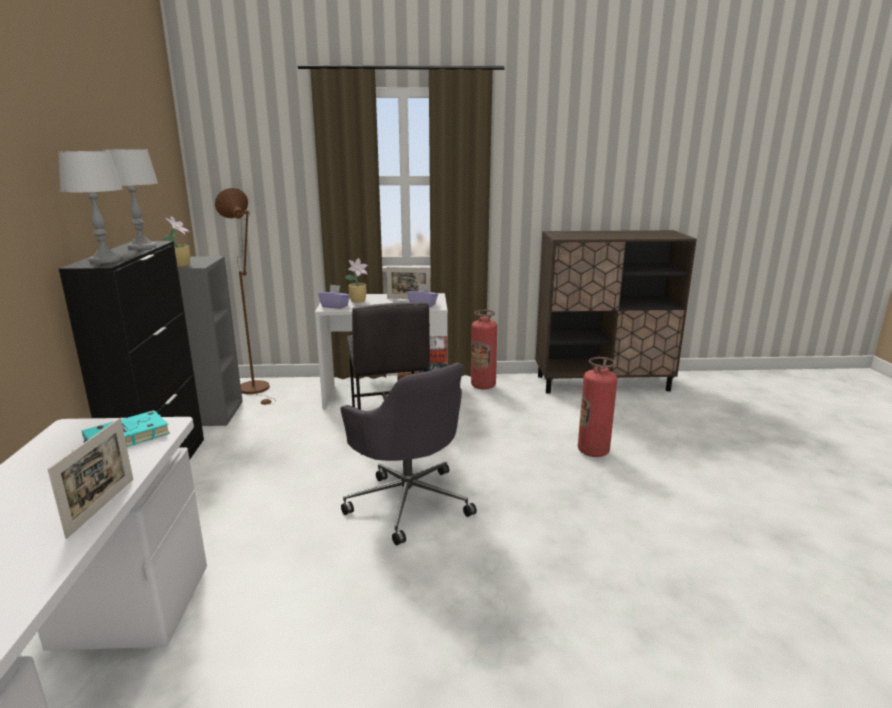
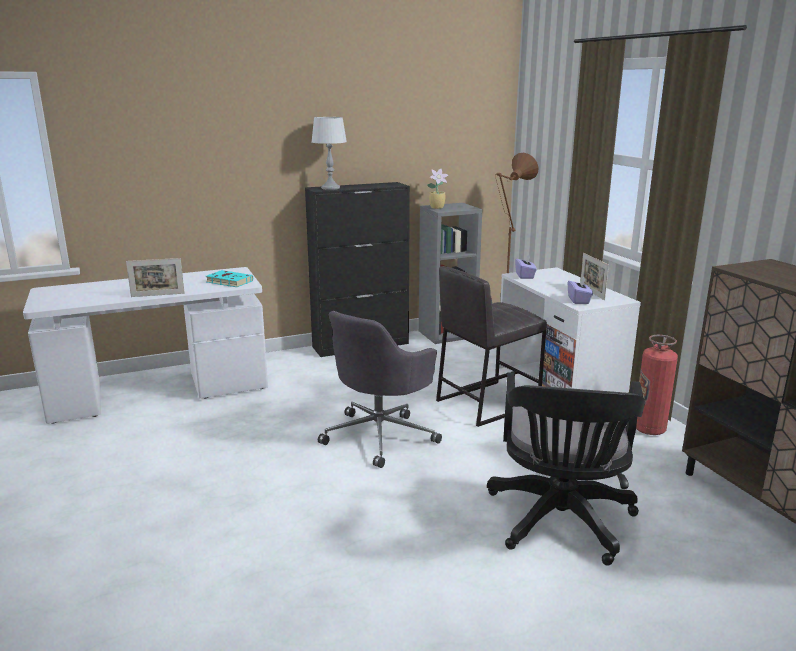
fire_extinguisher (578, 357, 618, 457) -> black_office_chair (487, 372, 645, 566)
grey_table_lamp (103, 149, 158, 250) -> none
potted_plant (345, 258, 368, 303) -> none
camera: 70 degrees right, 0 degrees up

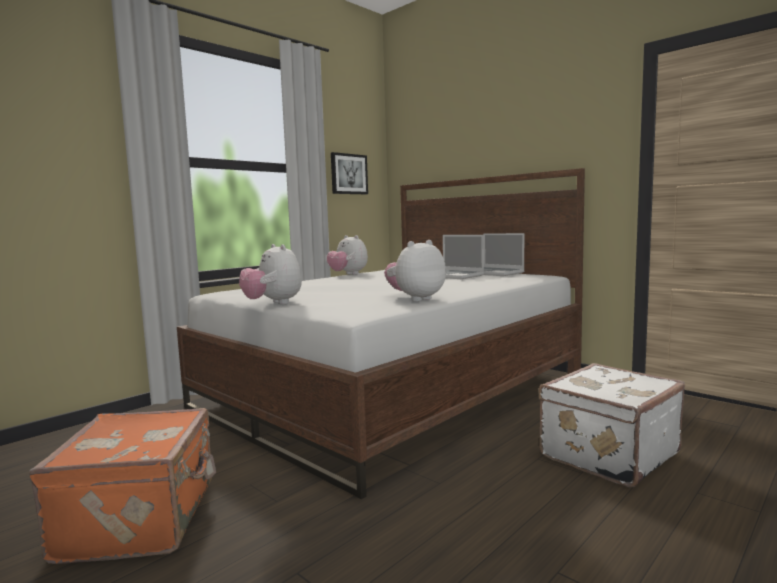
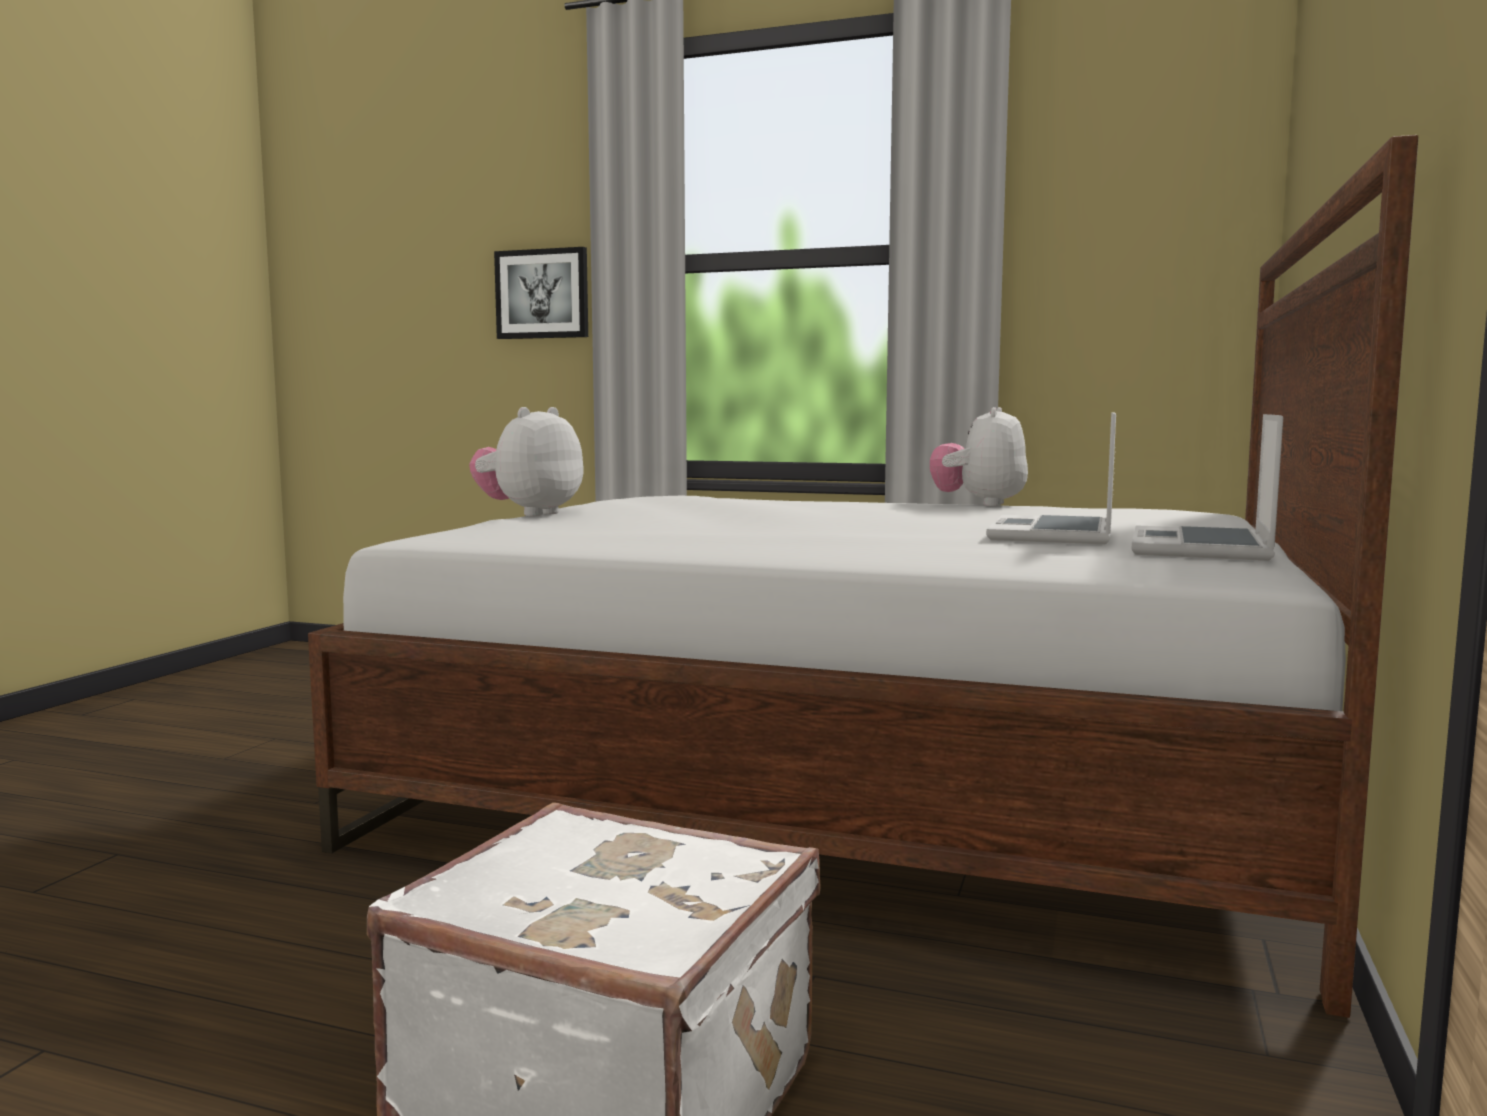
picture (331, 152, 368, 194) -> picture (494, 247, 588, 339), moved
orange_suitcase (29, 408, 216, 564) -> none
plush_toy (384, 240, 446, 302) -> none
camera: 65 degrees right, 0 degrees up

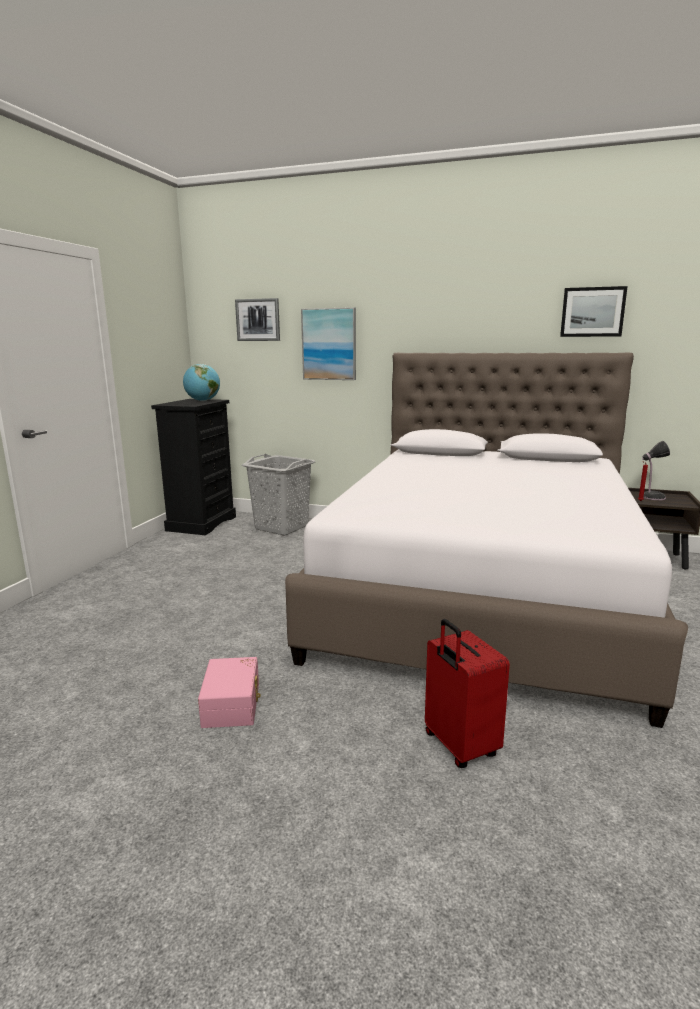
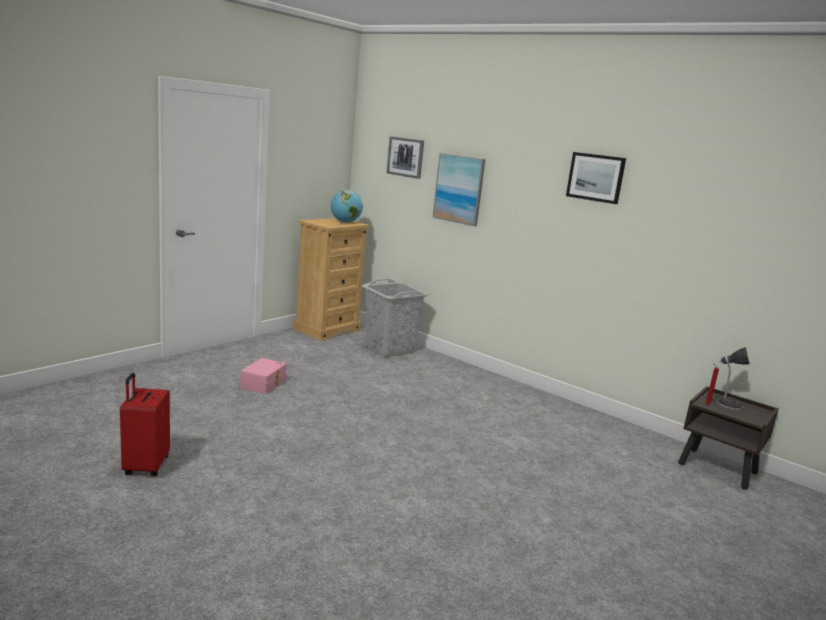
red_suitcase (425, 619, 510, 768) -> red_suitcase (120, 373, 170, 476), moved
pink_storage_box (198, 657, 261, 728) -> pink_storage_box (240, 358, 286, 394), moved
black_dresser (151, 399, 236, 535) -> beige_dresser (293, 218, 370, 341)
picture (560, 286, 628, 337) -> picture (566, 152, 626, 204), moved
white_bed (285, 353, 688, 728) -> none
camera: 20 degrees right, 0 degrees up

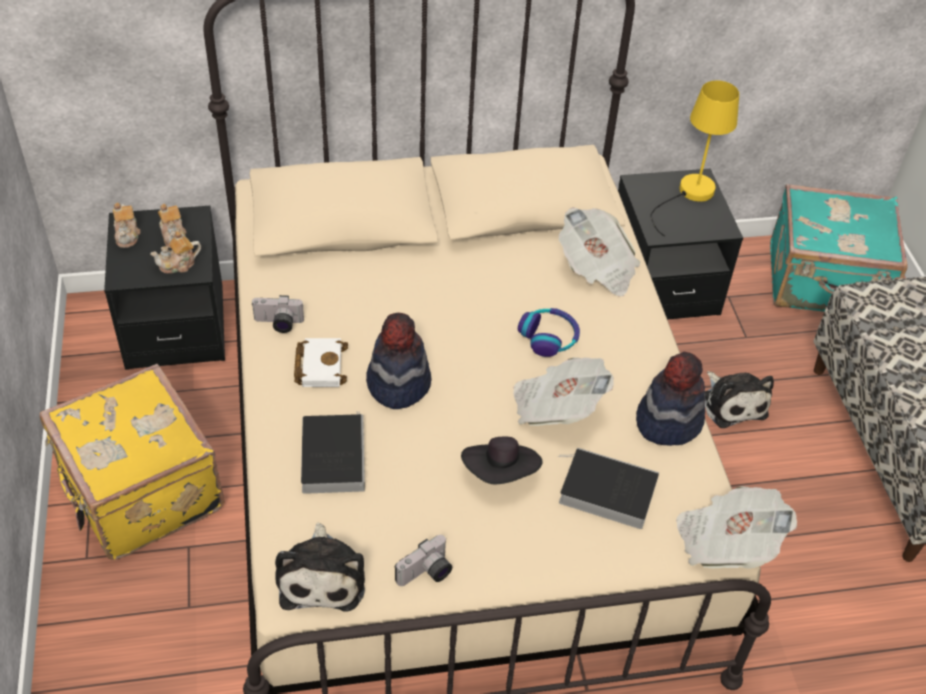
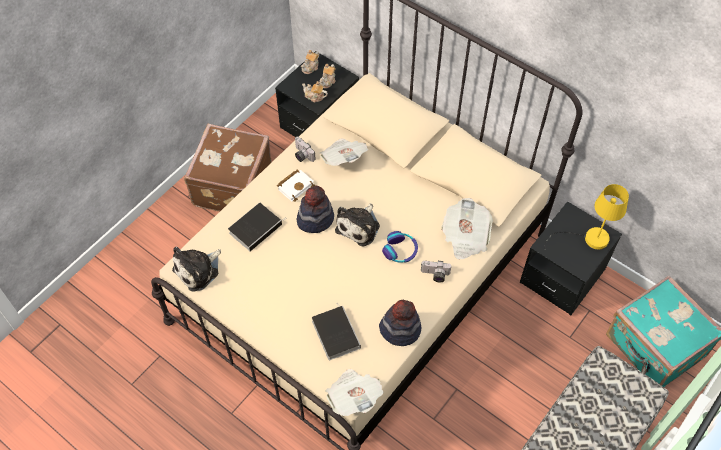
yellow_suitcase (40, 364, 225, 560) -> brown_suitcase (184, 124, 272, 212)
newspaper (513, 357, 614, 426) -> newspaper (320, 138, 368, 166), moved
plush_toy (704, 371, 774, 428) -> plush_toy (335, 203, 380, 247), moved
photo_camera (395, 535, 452, 586) -> photo_camera (421, 261, 451, 282), moved
black_hat (461, 437, 543, 484) -> none
camera: 50 degrees right, 10 degrees up

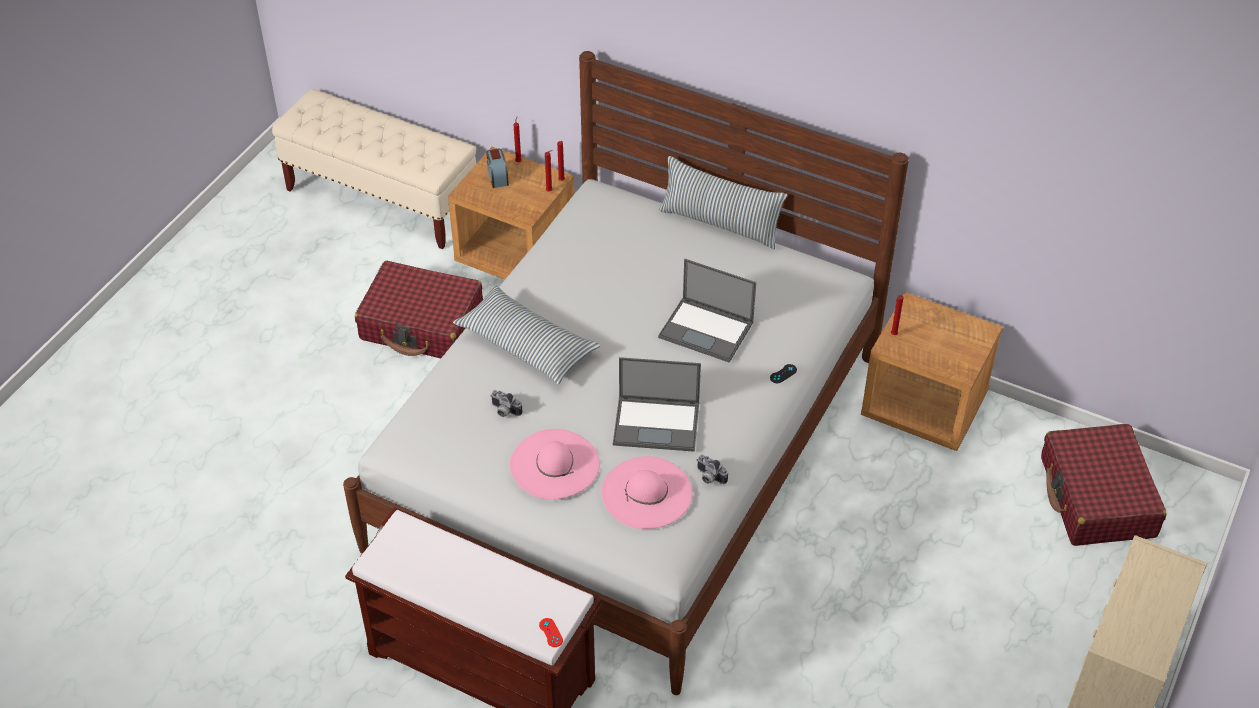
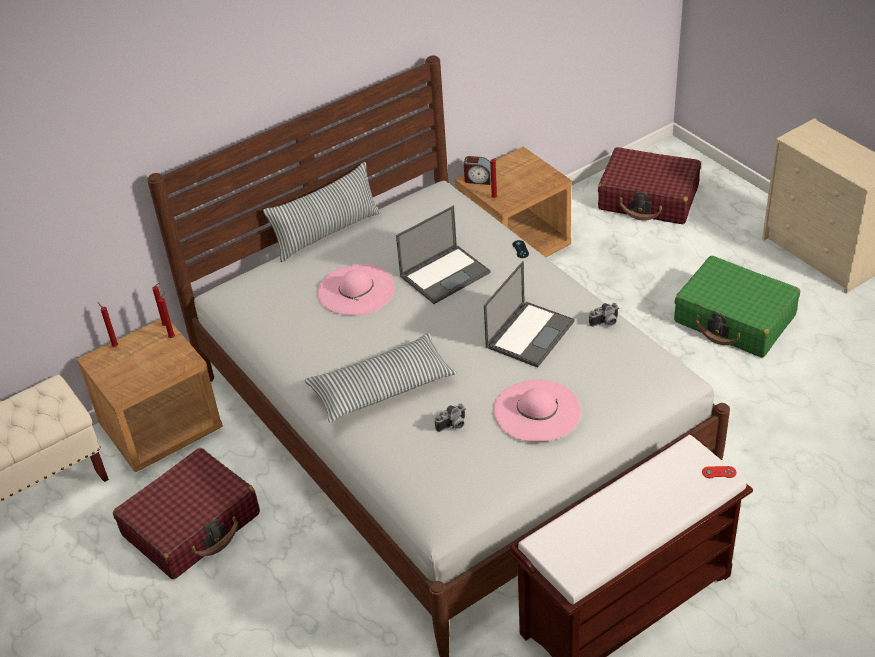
pink_hat (601, 456, 693, 529) -> pink_hat (318, 264, 395, 315), moved
alarm_clock (486, 149, 509, 188) -> alarm_clock (464, 156, 491, 185), moved
none -> green_suitcase (674, 256, 800, 357)
camera: 60 degrees left, 5 degrees down

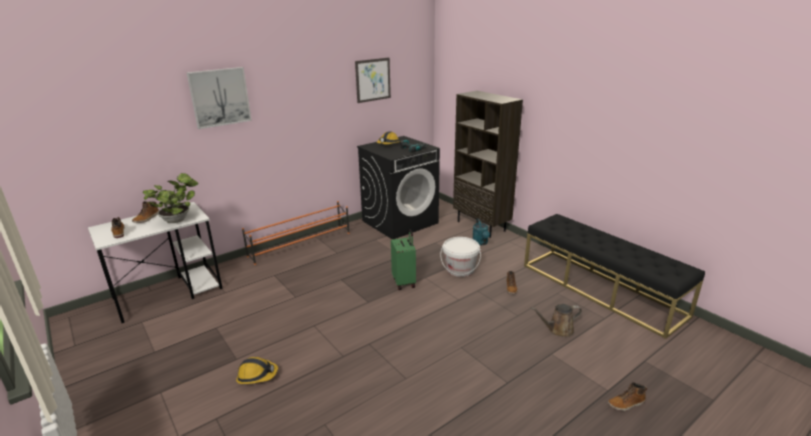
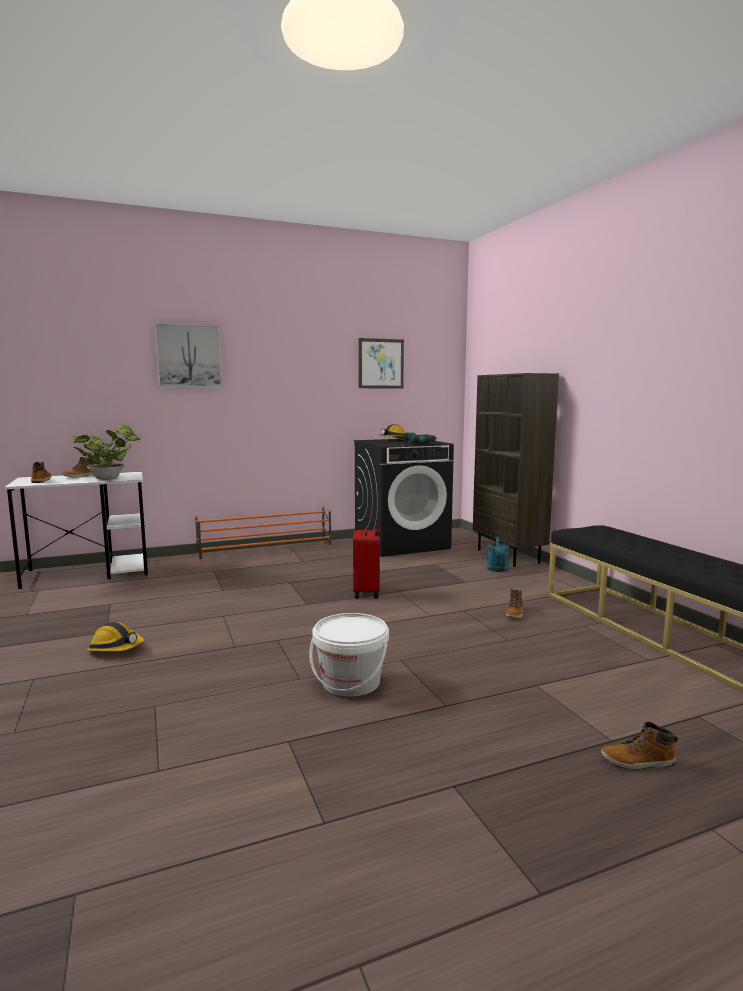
white_bucket (440, 237, 481, 277) -> white_bucket (309, 613, 389, 697), moved
green_suitcase (391, 229, 416, 290) -> red_suitcase (353, 516, 380, 599)
brown_watering_can (531, 304, 582, 337) -> none
camera: 15 degrees right, 15 degrees down

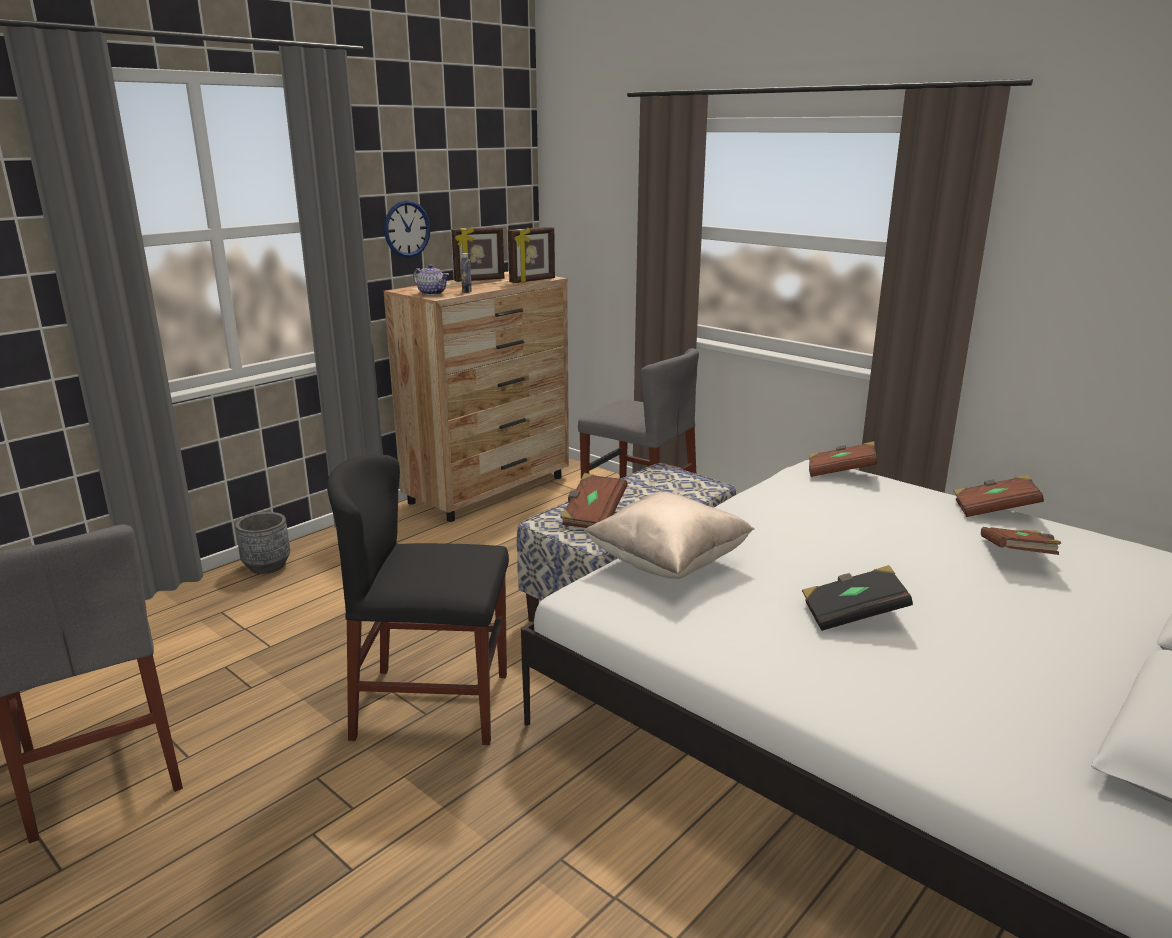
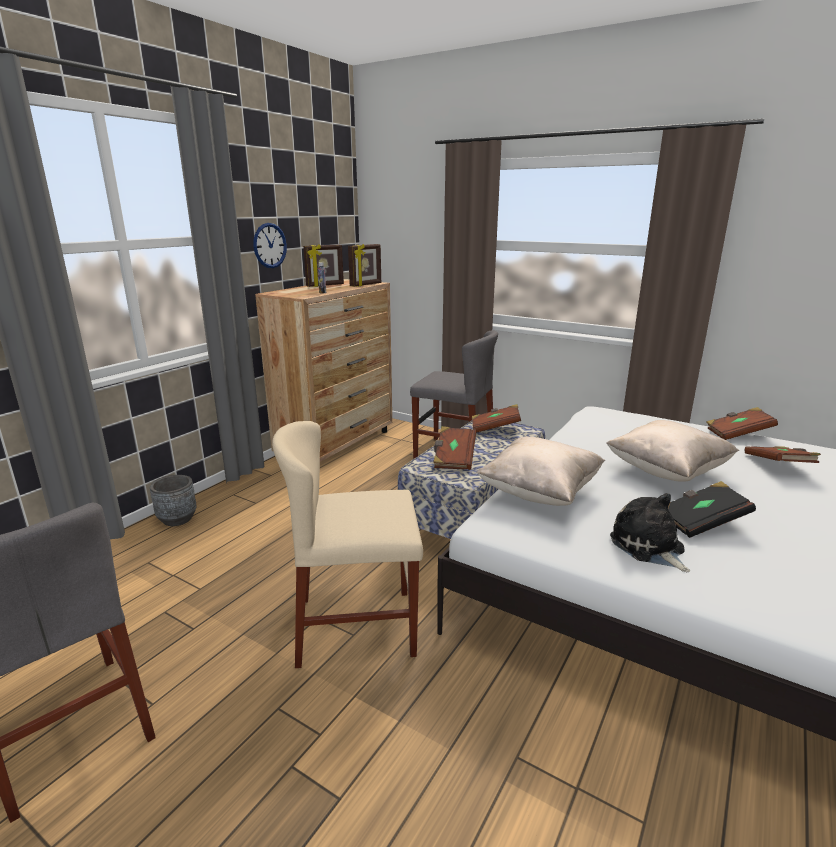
black_chair (327, 454, 509, 745) -> beige_chair (272, 421, 423, 668)
brown_book (809, 441, 878, 477) -> brown_book (472, 404, 521, 433), moved
none -> beige_pillow (606, 420, 739, 482)
none -> plush_toy (610, 493, 690, 572)
teapot (413, 264, 449, 295) -> none
camera: 10 degrees left, 0 degrees up

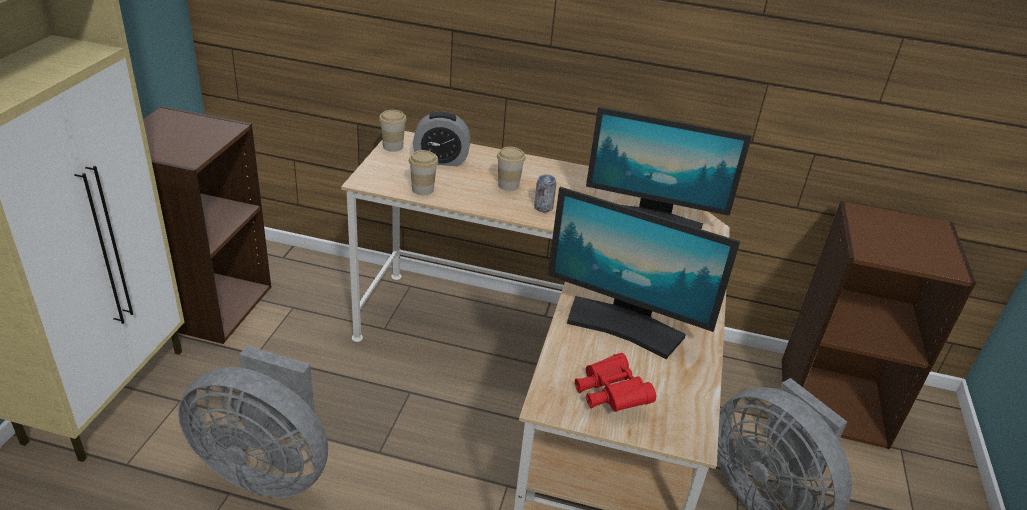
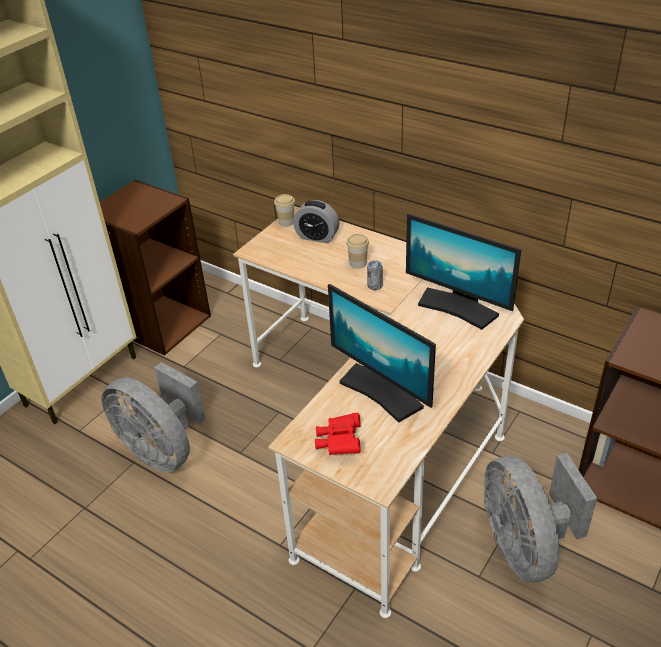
cup (409, 150, 438, 195) -> none
camera: 25 degrees right, 5 degrees up

